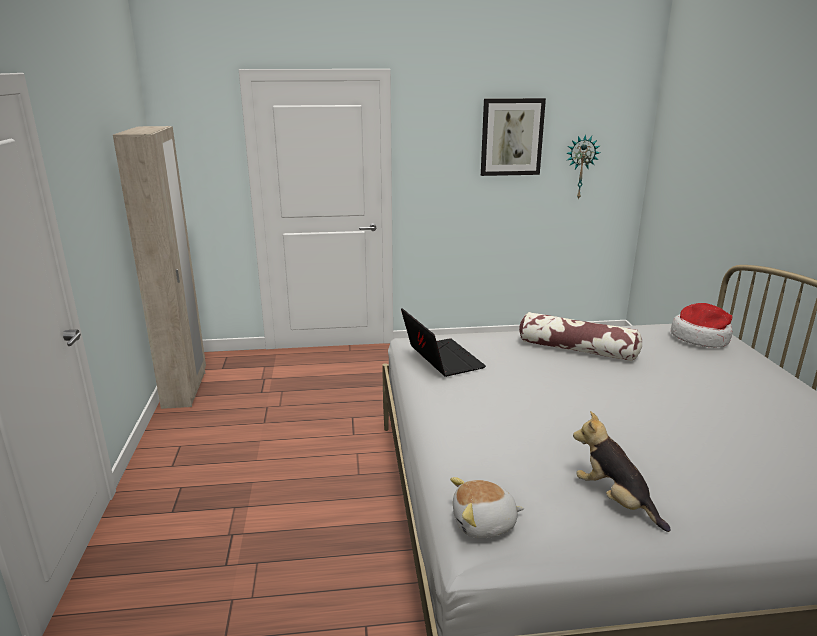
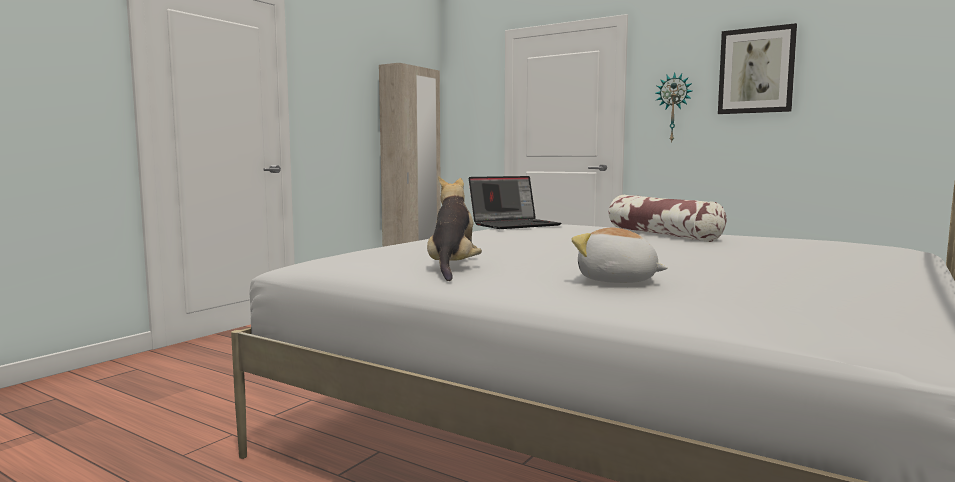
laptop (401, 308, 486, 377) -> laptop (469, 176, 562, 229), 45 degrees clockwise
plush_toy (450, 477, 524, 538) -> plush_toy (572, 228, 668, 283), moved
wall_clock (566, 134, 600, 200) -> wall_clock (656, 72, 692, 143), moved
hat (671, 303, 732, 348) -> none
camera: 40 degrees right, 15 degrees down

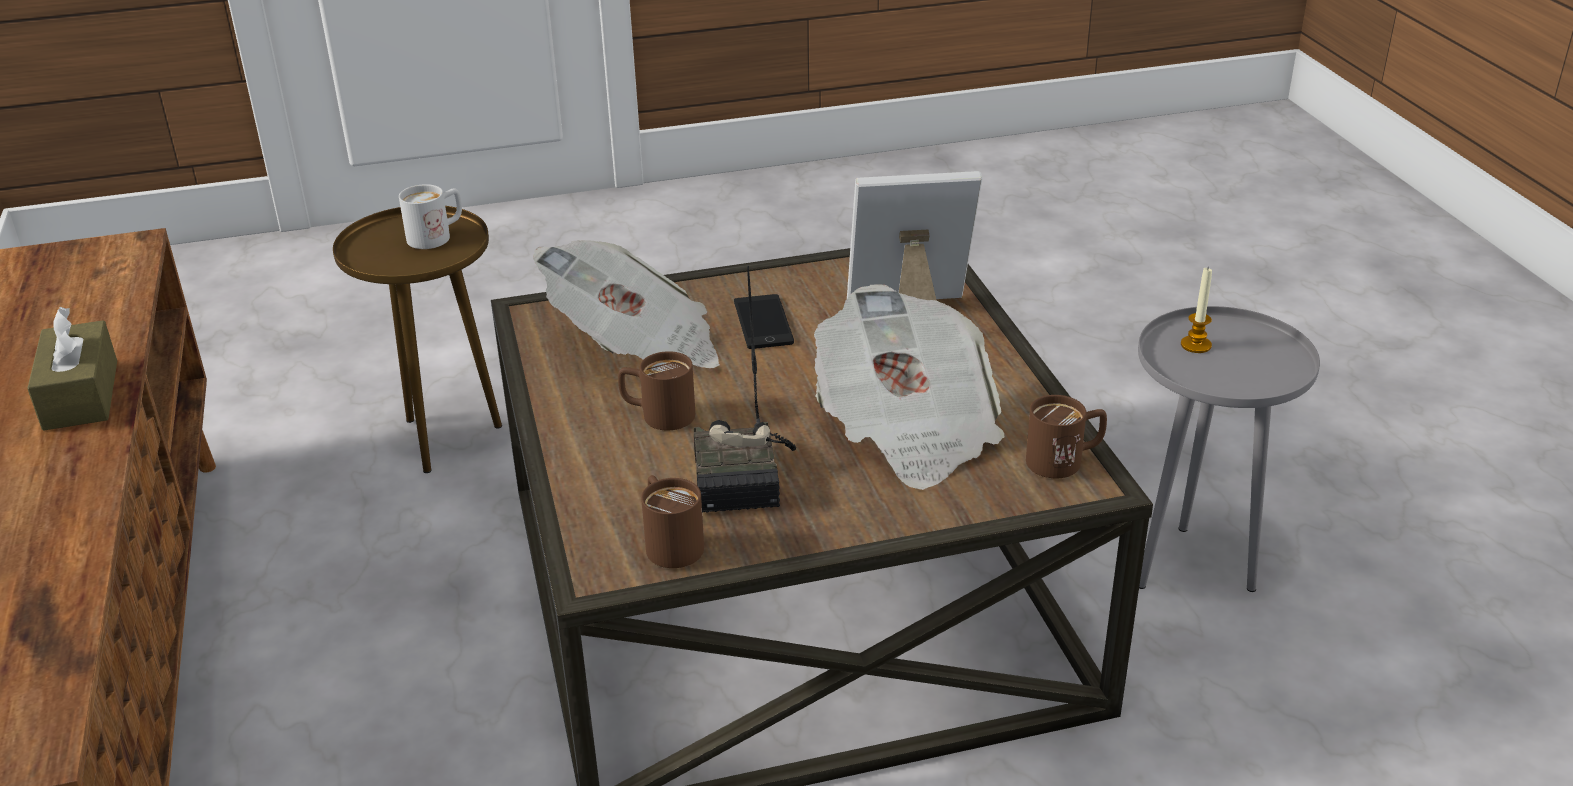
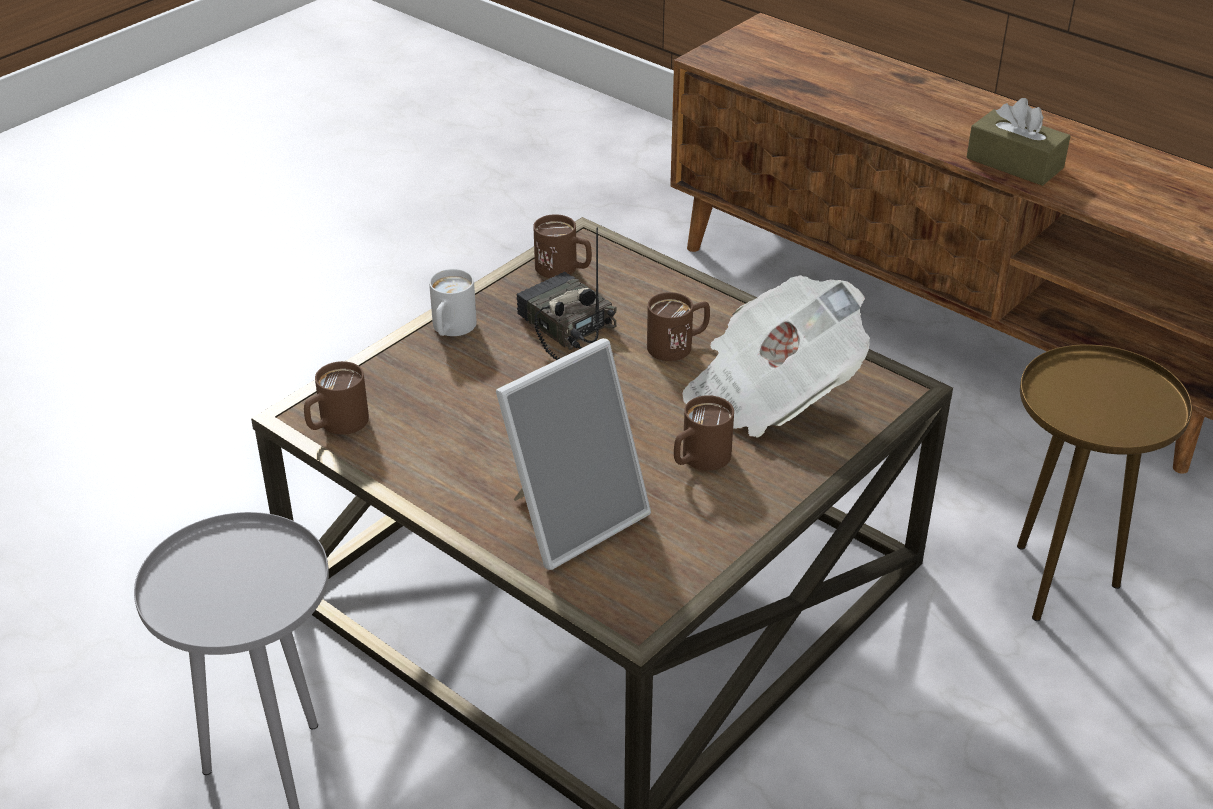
white_mug (399, 184, 462, 249) -> white_mug (429, 269, 477, 336), moved
phone (734, 294, 794, 349) -> brown_mug (674, 395, 734, 471)
newspaper (814, 284, 1004, 490) -> none
candle (1181, 268, 1212, 353) -> none
camera: 145 degrees right, 5 degrees up

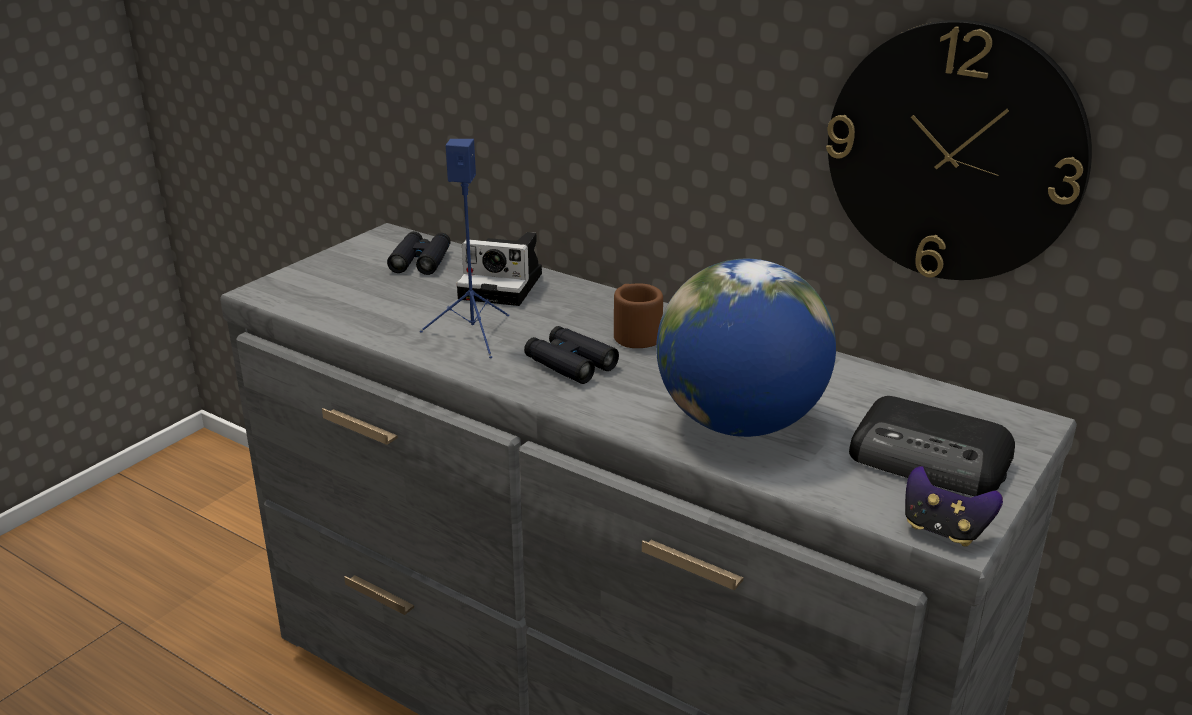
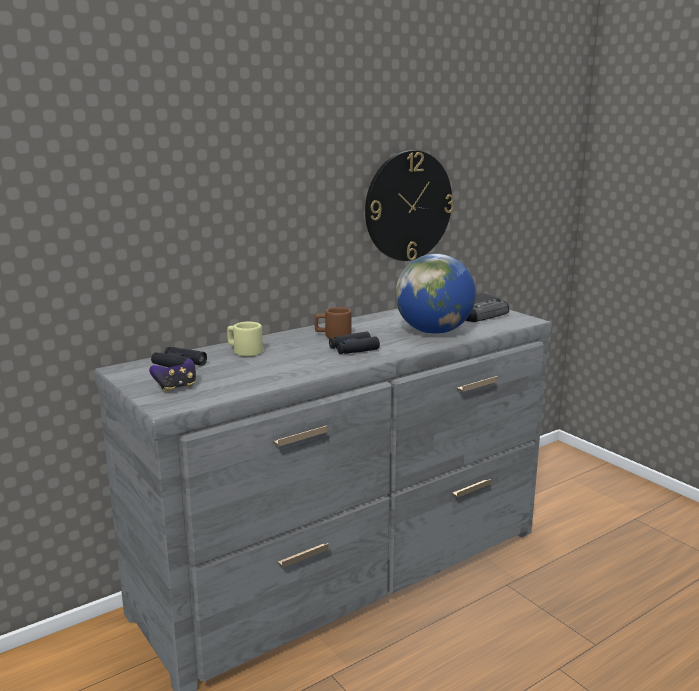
game_controller (905, 466, 1003, 547) -> game_controller (149, 358, 196, 393), moved
photo_camera (456, 232, 542, 306) -> beige_mug (227, 322, 263, 356)
blue_speaker (420, 139, 509, 358) -> none
camera: 70 degrees left, 10 degrees down

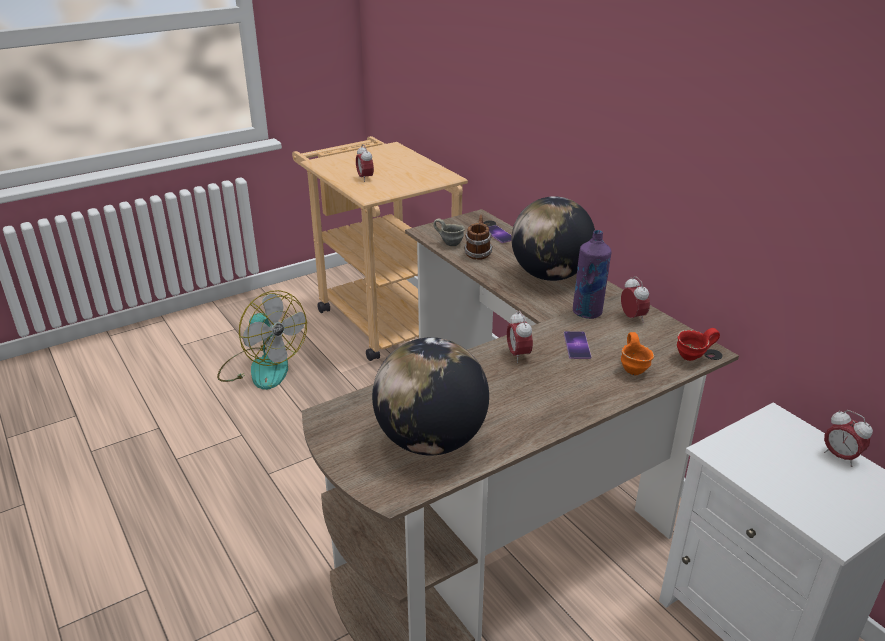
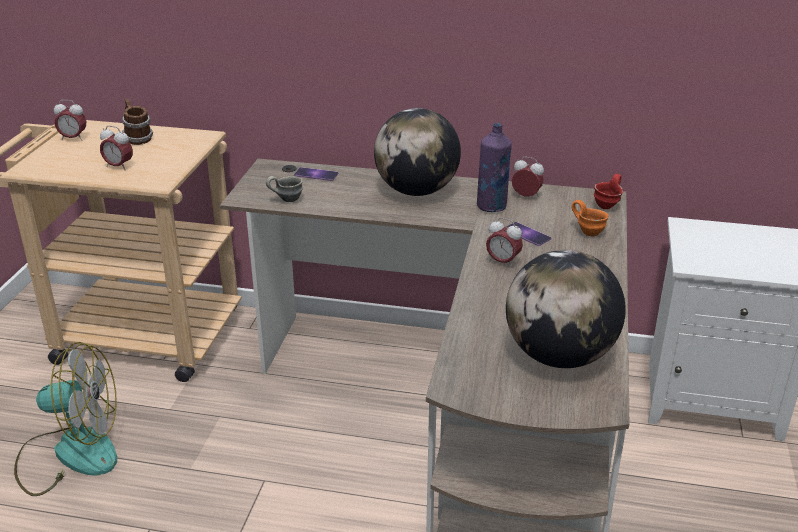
alarm_clock (824, 410, 873, 467) -> alarm_clock (54, 100, 86, 141), moved
mug (464, 215, 493, 260) -> mug (122, 99, 153, 145), moved
camera: 45 degrees left, 0 degrees up

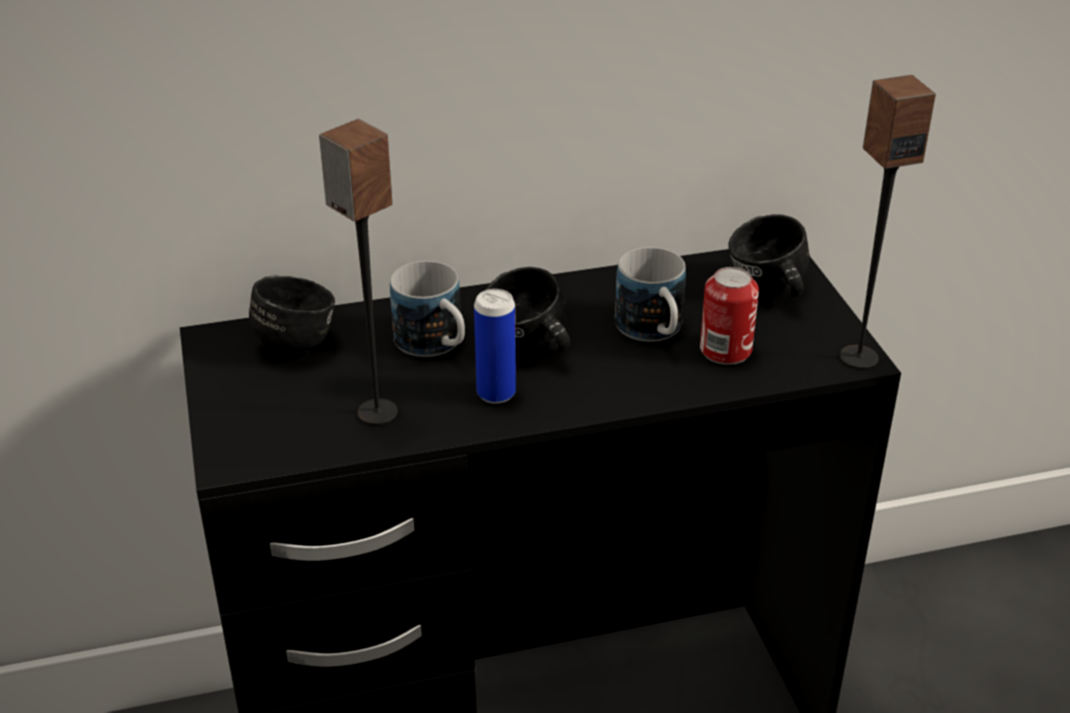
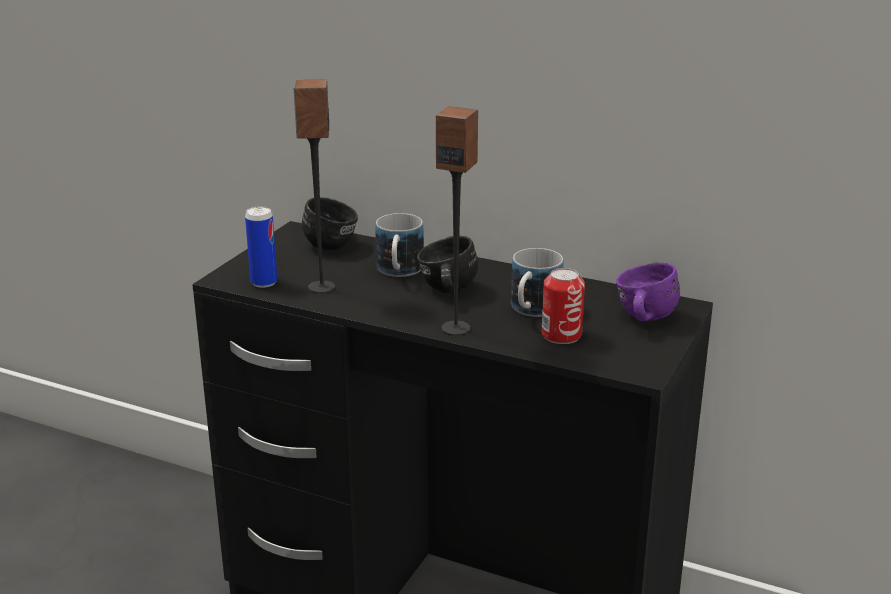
can (474, 289, 516, 404) -> can (245, 207, 277, 288), moved
speaker (840, 75, 936, 369) -> speaker (436, 106, 478, 335), moved
black_mug (728, 214, 809, 297) -> purple_mug (616, 262, 680, 321)
camera: 40 degrees right, 10 degrees down

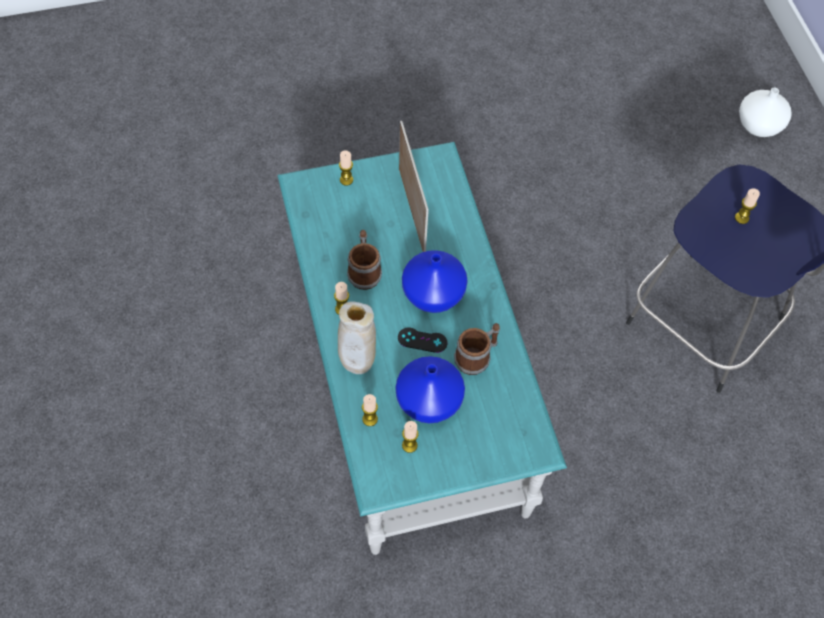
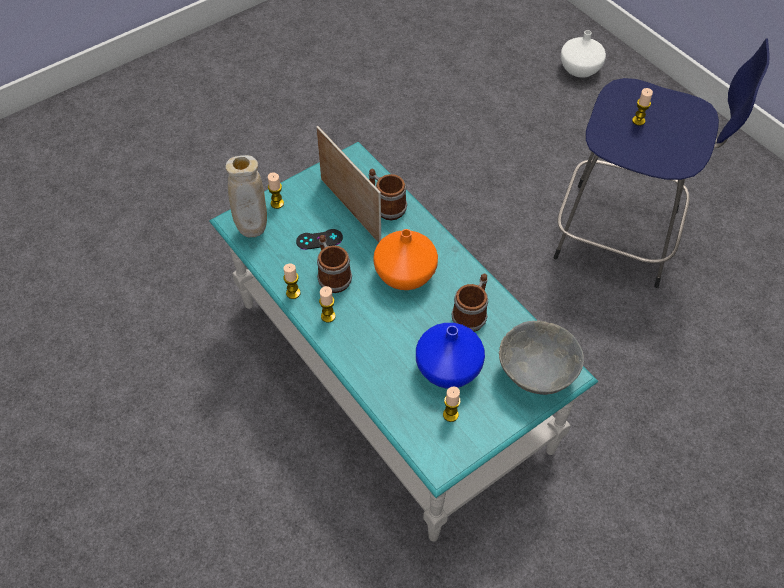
beige_vase (338, 301, 376, 374) -> beige_vase (225, 155, 267, 237), moved
candle (362, 394, 378, 426) -> candle (283, 263, 301, 299), moved
black_game_controller (398, 327, 448, 353) -> black_game_controller (296, 229, 343, 250), moved
none -> mug (369, 169, 407, 220)
blue_vase (402, 250, 467, 313) -> orange_vase (373, 229, 438, 290)
none -> grey_bowl (499, 321, 584, 395)
camera: 20 degrees left, 5 degrees down

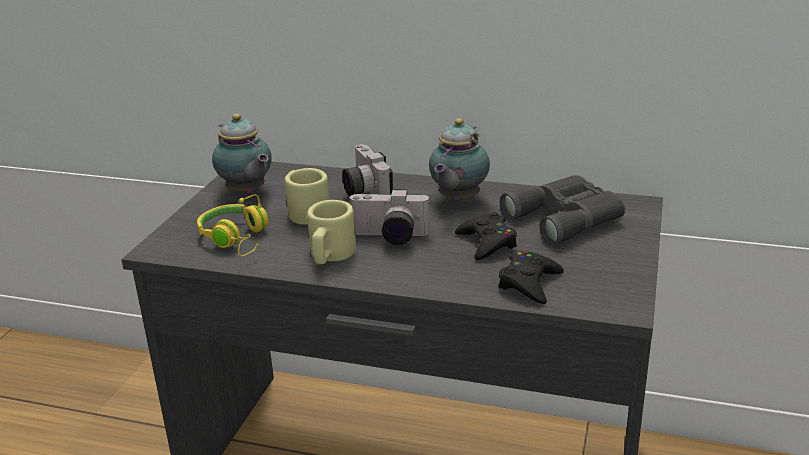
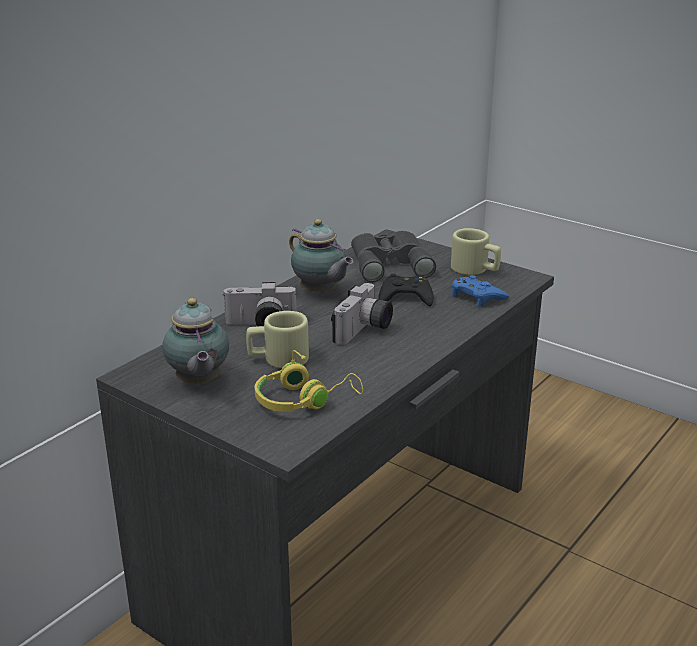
teapot (212, 114, 272, 193) -> teapot (163, 298, 229, 385), 90 degrees clockwise
beige_mug (307, 200, 356, 265) -> beige_mug (451, 228, 501, 275), moved
black_game_controller (498, 251, 564, 304) -> blue_game_controller (452, 275, 509, 307)
camera: 70 degrees left, 0 degrees up

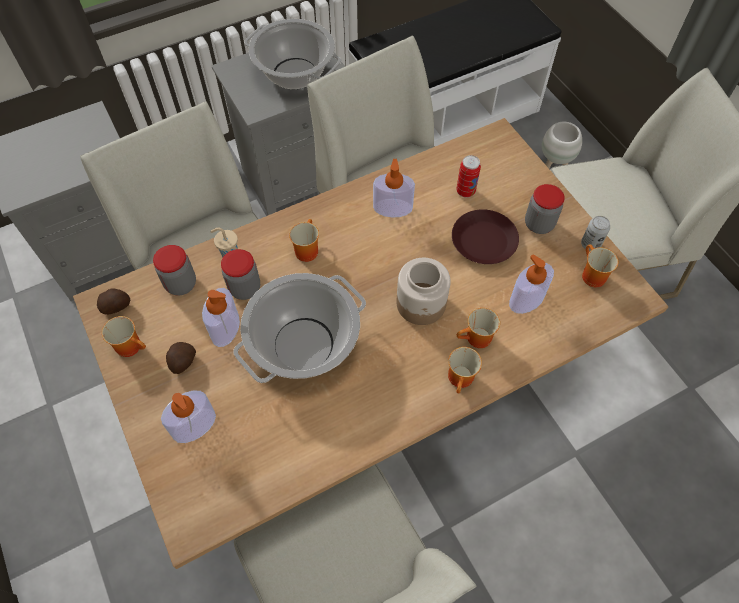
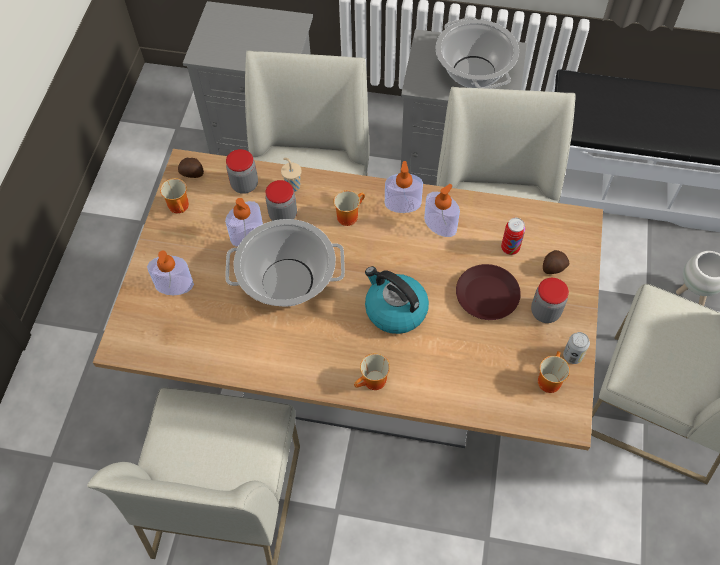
jar (396, 258, 451, 325) -> kettle (365, 266, 429, 334)
soap_dispenser (509, 254, 554, 314) -> soap_dispenser (385, 161, 423, 213), moved
potato (166, 342, 196, 374) -> potato (543, 250, 569, 274), moved
mug (457, 308, 500, 348) -> none
camera: 40 degrees right, 0 degrees up

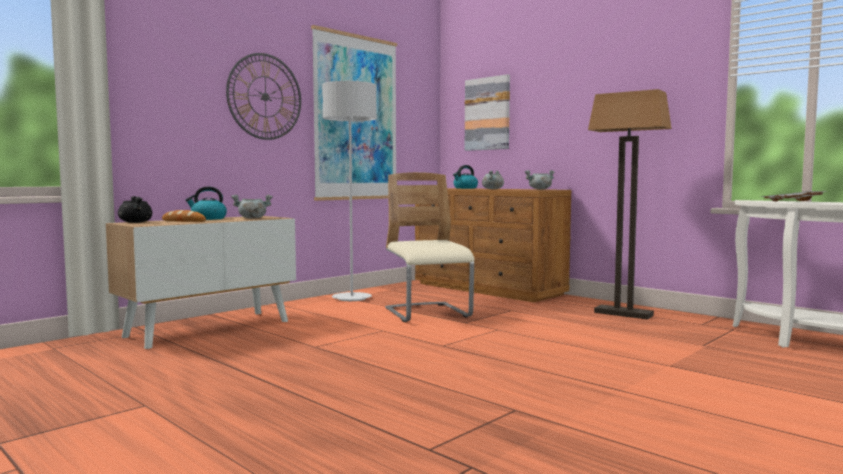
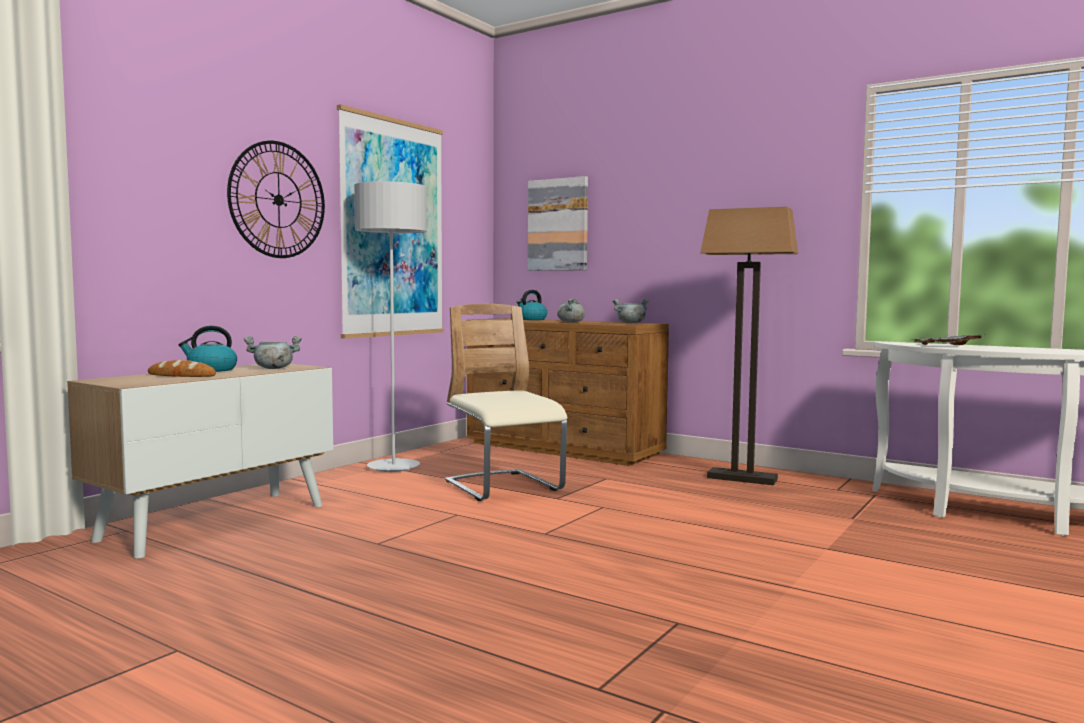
black_cooking_pot (118, 196, 152, 223) -> none
camera: 10 degrees left, 0 degrees up

